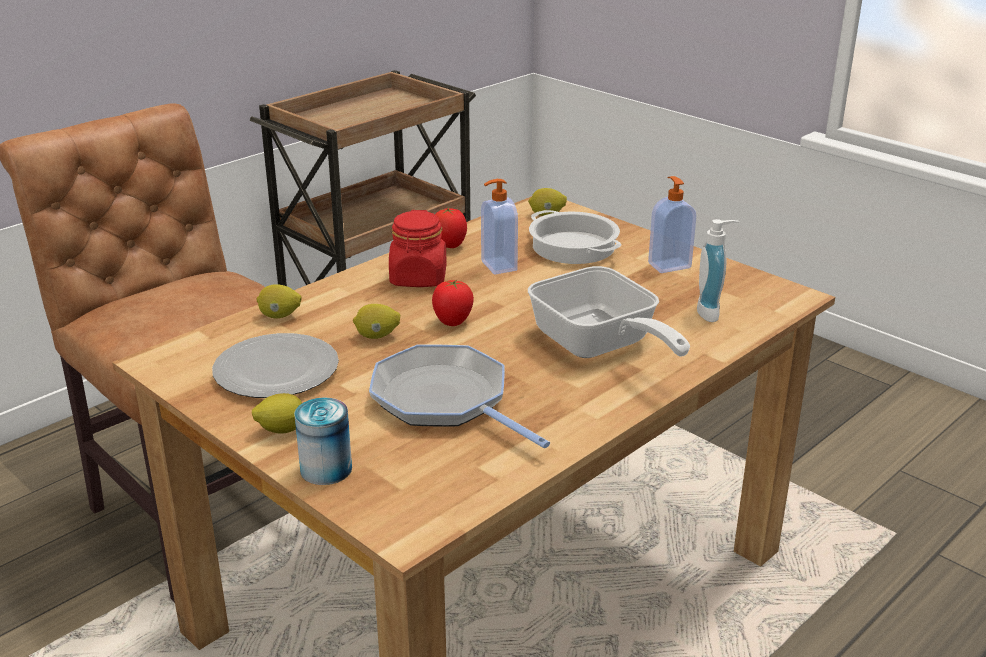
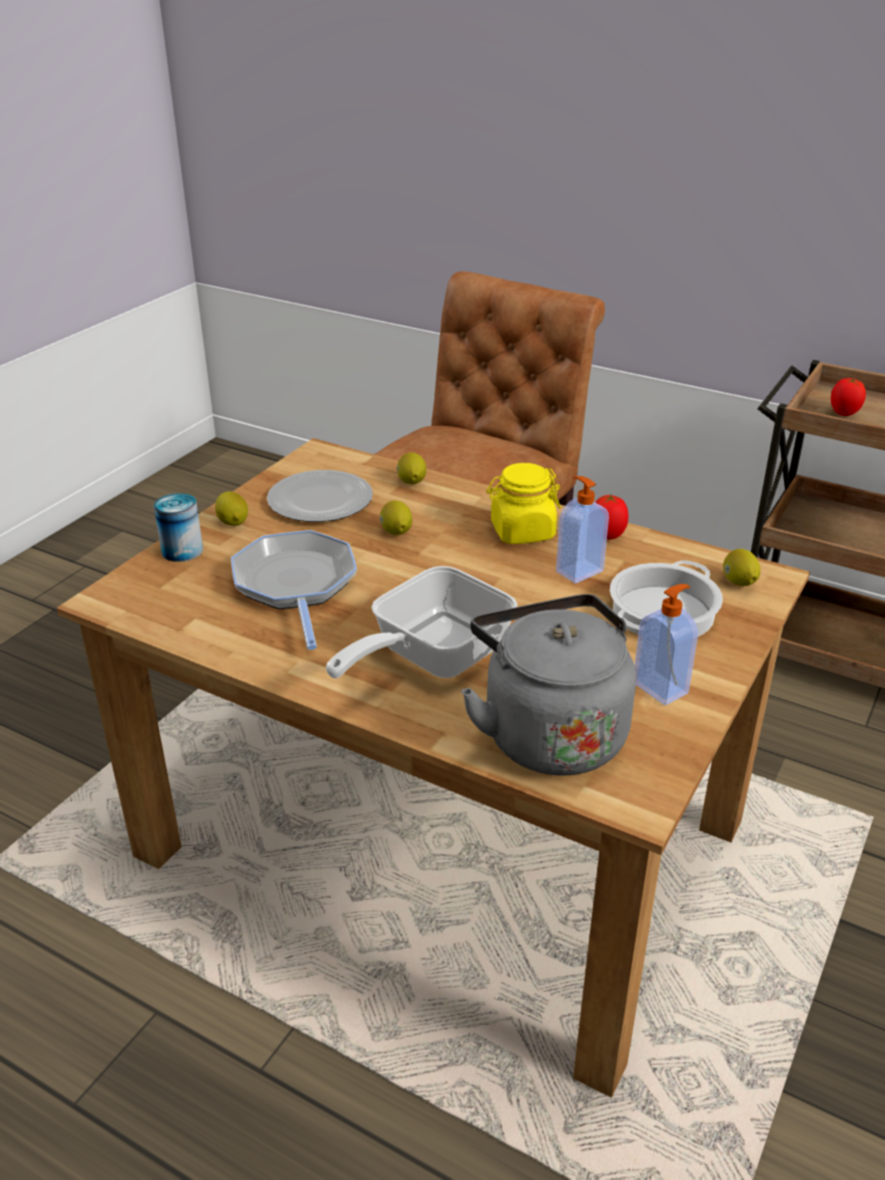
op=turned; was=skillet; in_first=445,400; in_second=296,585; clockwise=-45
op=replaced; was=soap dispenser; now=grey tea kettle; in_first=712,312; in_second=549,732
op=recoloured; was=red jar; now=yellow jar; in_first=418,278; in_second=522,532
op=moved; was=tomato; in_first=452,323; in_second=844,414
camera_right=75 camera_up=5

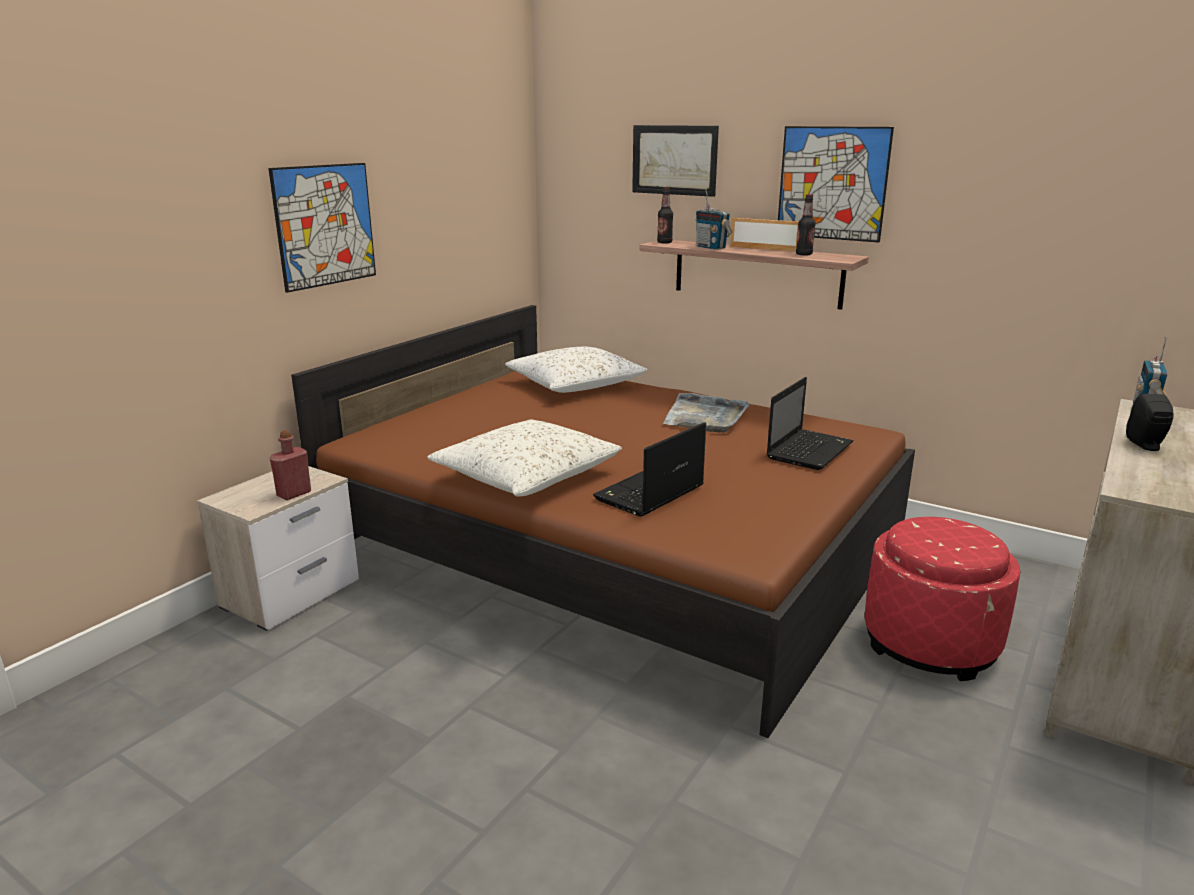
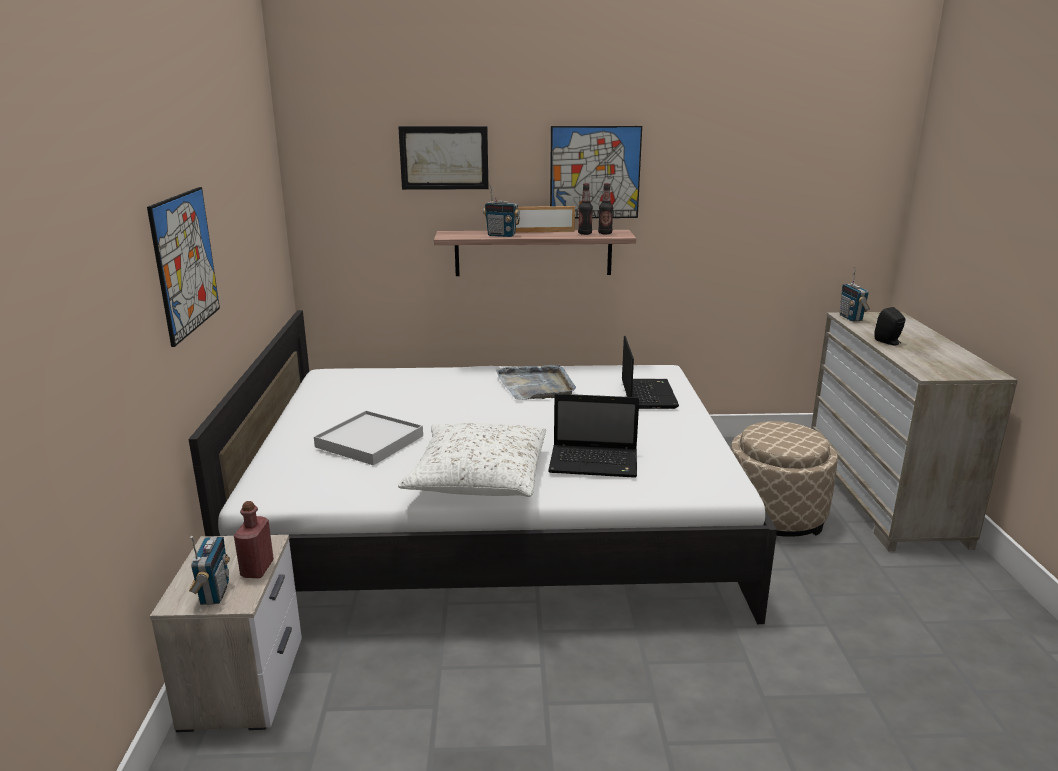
op=recoloured; was=brown-coloured sleeping bed; now=white sleeping bed; in_first=615,547; in_second=496,521
op=added; now=radio; in_second=214,593
op=added; now=white tray; in_second=369,441
op=turned; was=portable computer; in_first=648,494; in_second=595,463; clockwise=-90
op=moved; was=drink bottle; in_first=664,242; in_second=605,233
op=recoloured; was=red pouffe; now=beige-coloured pouffe; in_first=930,642; in_second=774,516
op=removed; was=white cushion; in_first=575,384
camera_right=-35 camera_up=0

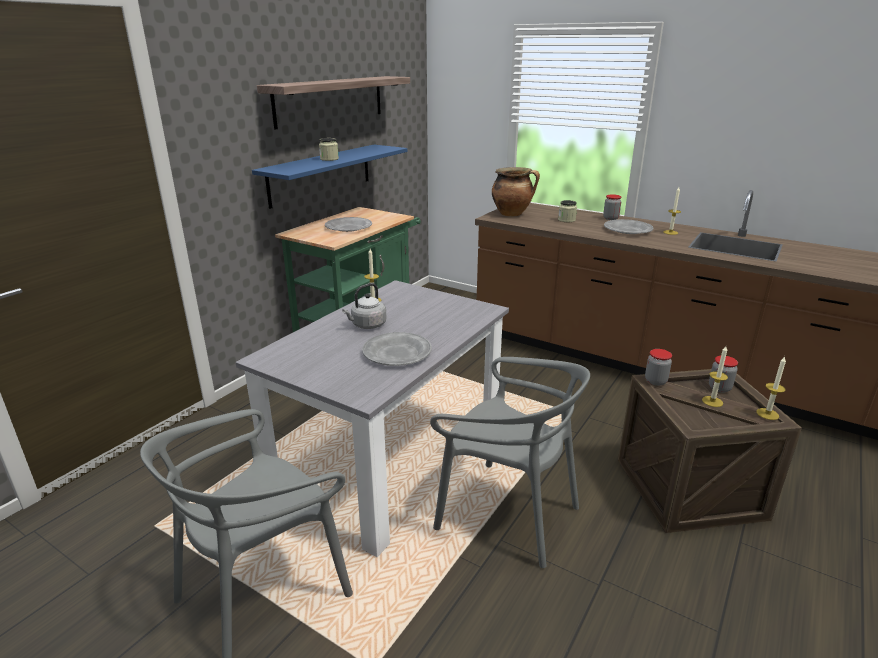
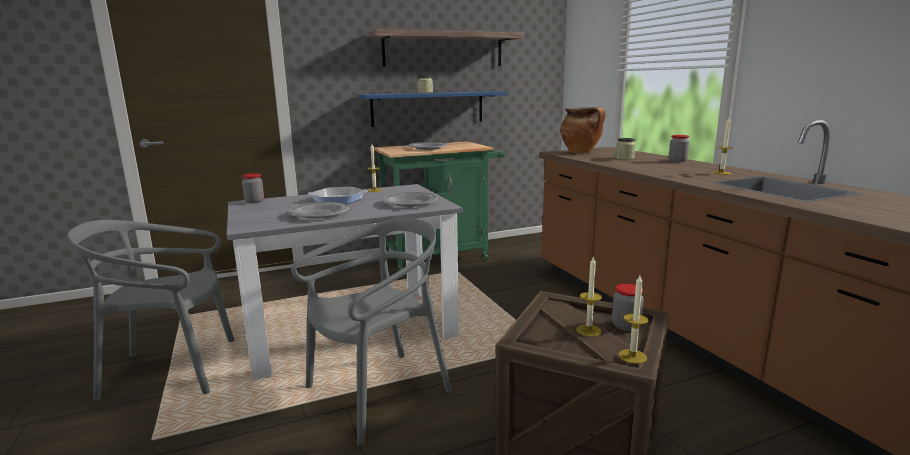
op=moved; was=jar; in_first=655,381; in_second=254,201
op=turned; was=grey upright chair; in_first=507,513; in_second=378,393; clockwise=-105
op=replaced; was=grey tea kettle; now=skillet; in_first=367,325; in_second=338,199
op=moved; was=grey dinner plate; in_first=627,230; in_second=409,203
camera_right=35 camera_up=-10

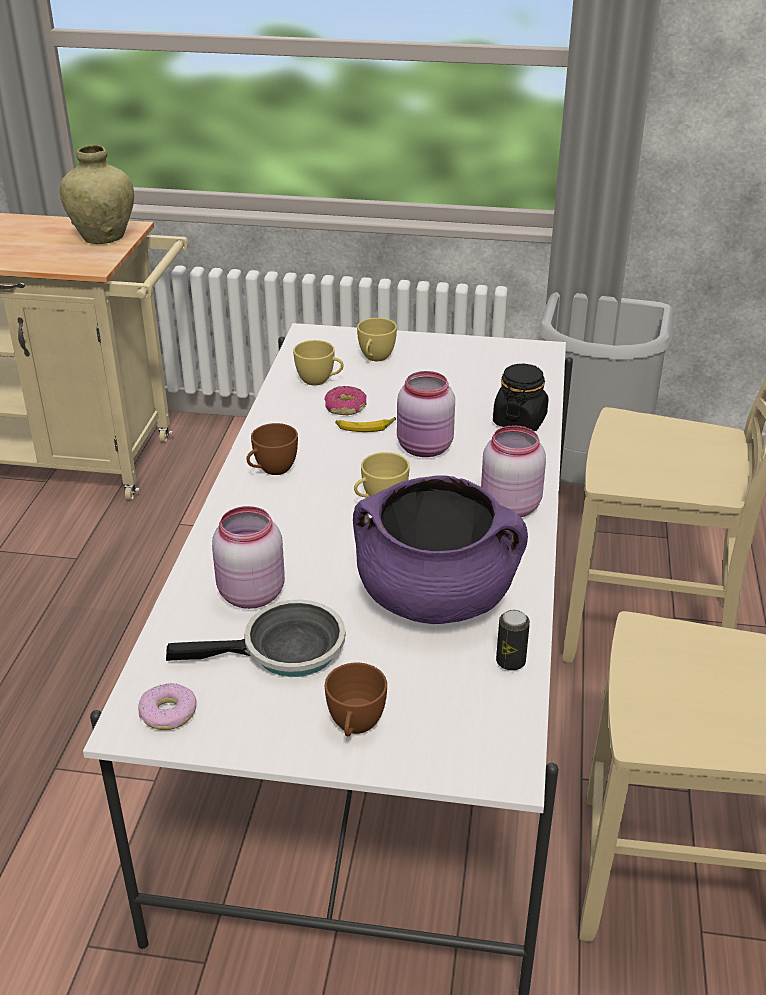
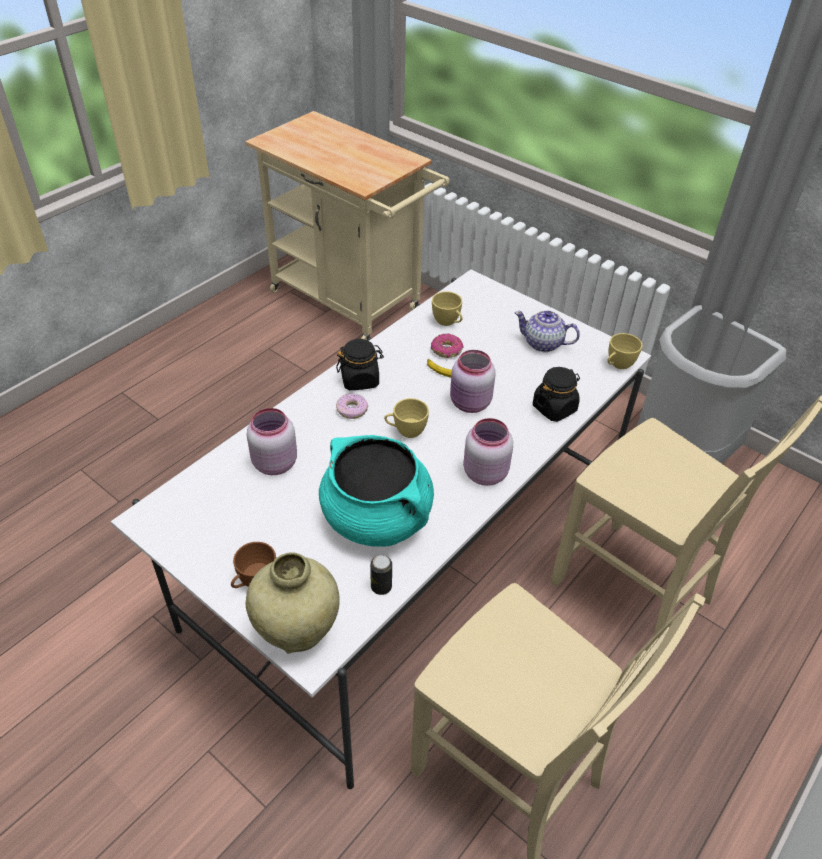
op=moved; was=beige-coloured flower vase; in_first=104,238; in_second=297,632
op=recoloured; was=purplish stockpot; now=turquoise-coloured stockpot; in_first=436,597; in_second=377,518
op=replaced; was=brown-coloured cup; now=black-coloured jar; in_first=271,470; in_second=360,379
op=moved; was=ring doughnut; in_first=168,713; in_second=352,410
op=added; now=pot for tea; in_second=543,344
op=moved; was=yellow cup; in_first=375,358; in_second=617,365
op=removed; was=skillet; in_first=285,651
camera_right=30 camera_up=10

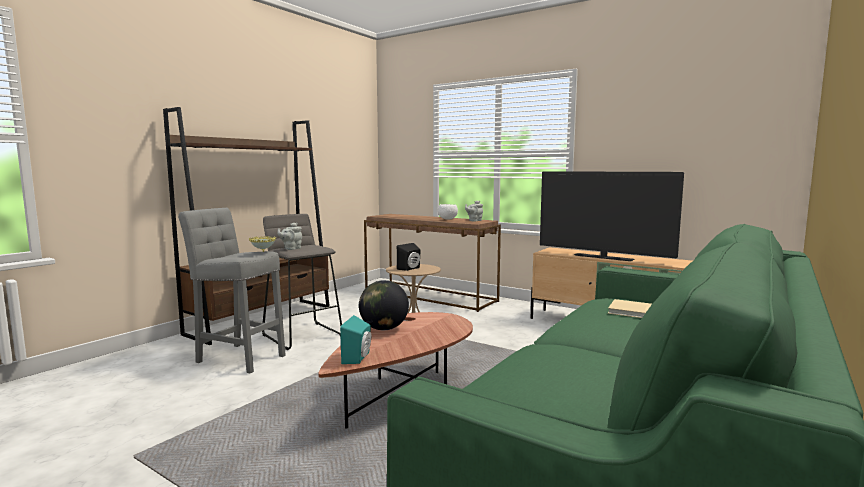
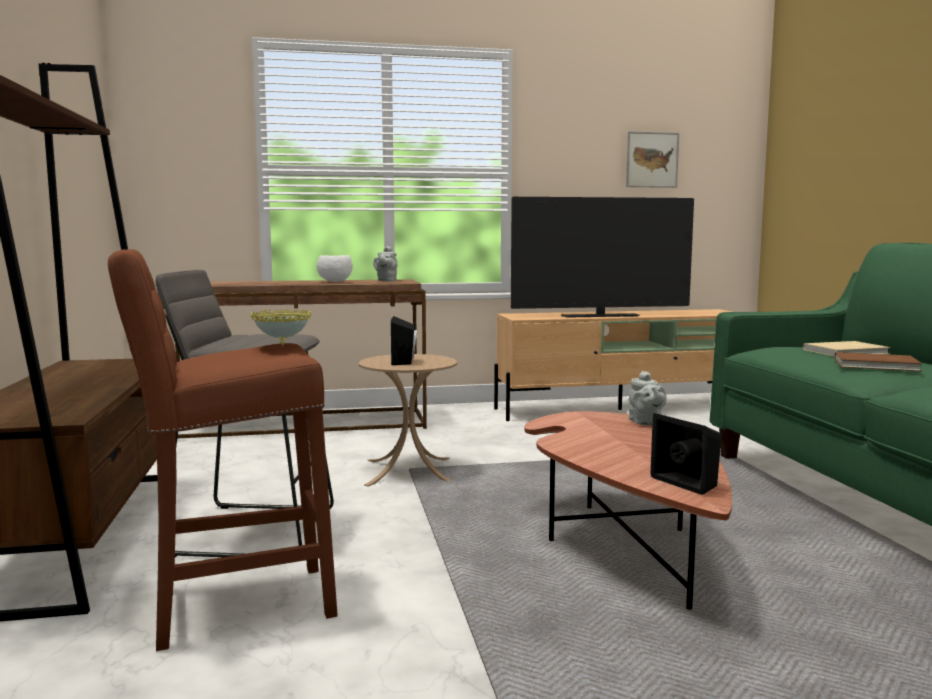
op=recoloured; was=grey sitting stool; now=brown-coloured sitting stool; in_first=238,358; in_second=232,606
op=added; now=picture; in_second=652,160
op=moved; was=grey pot for tea; in_first=291,248; in_second=645,423
op=recoloured; was=turquoise-coloured loudspeaker; now=black-coloured loudspeaker; in_first=358,358; in_second=689,482
op=added; now=brown-coloured volume; in_second=877,365
op=removed; was=world globe; in_first=384,329
camera_right=-45 camera_up=0

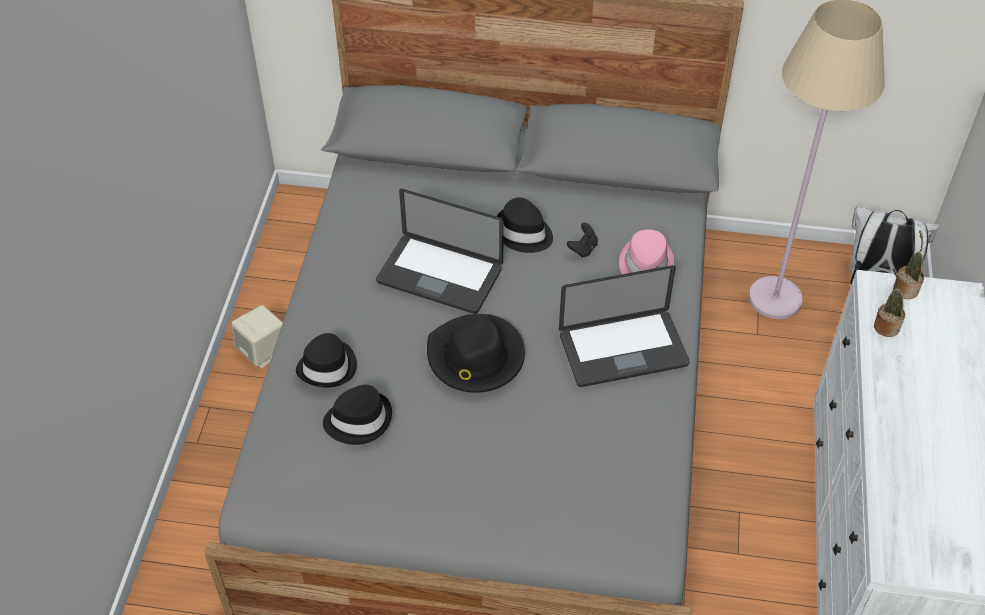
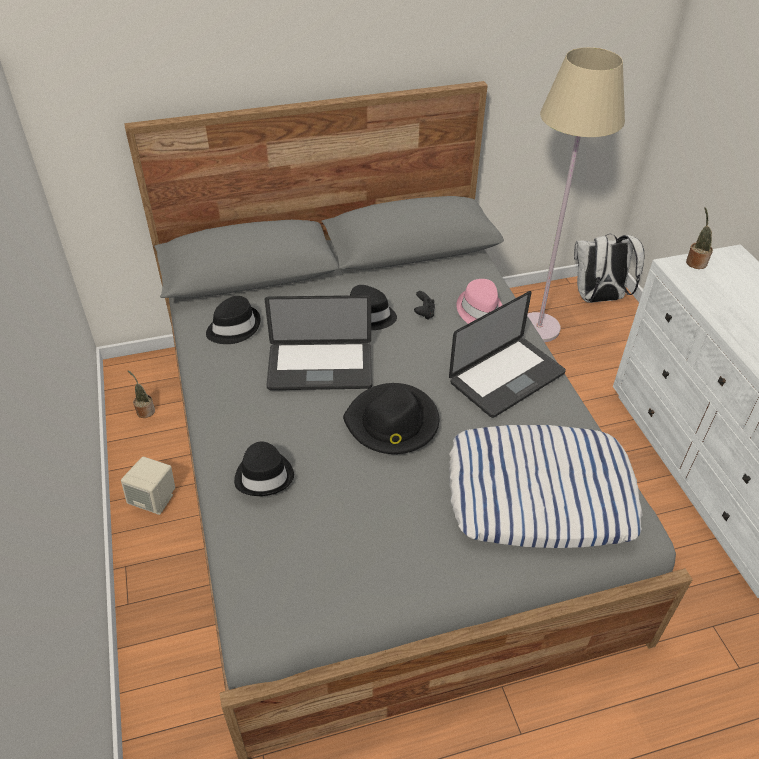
op=moved; was=plant in a pot; in_first=885,325; in_second=145,410
op=moved; was=black-coloured hat; in_first=358,419; in_second=233,327
op=added; now=cushion; in_second=540,494
camera_right=-25 camera_up=-5

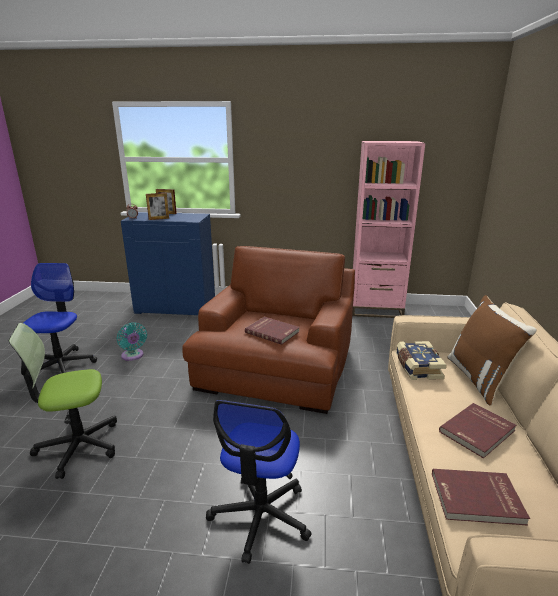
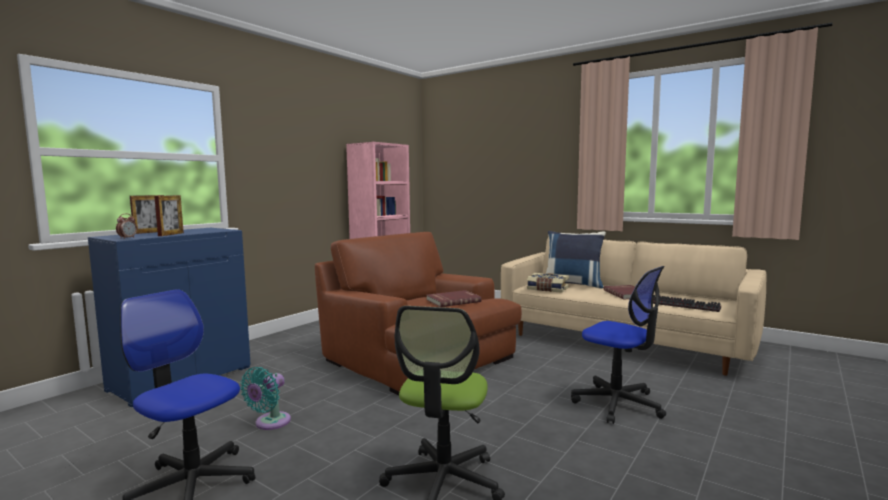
op=turned; was=turquoise-coloured cooling fan; in_first=133,356; in_second=270,423; clockwise=120
op=recoloured; was=brown-coloured cushion; now=bluish cushion; in_first=480,379; in_second=573,284
op=replaced; was=red volume; now=keyboard; in_first=477,499; in_second=685,305
camera_right=-60 camera_up=-15

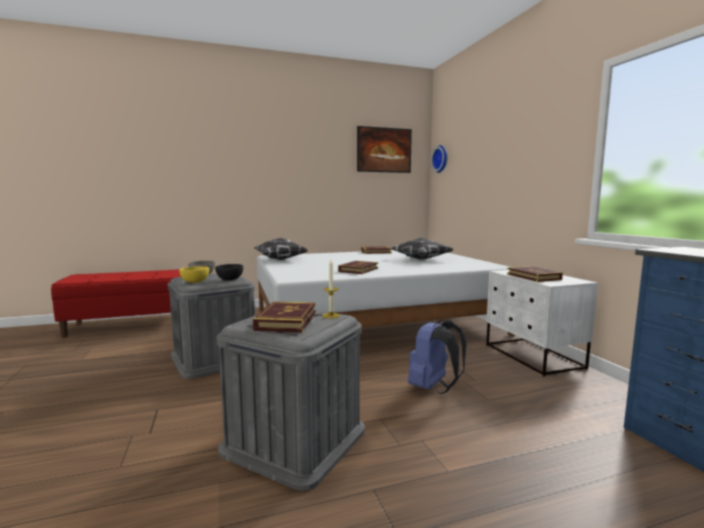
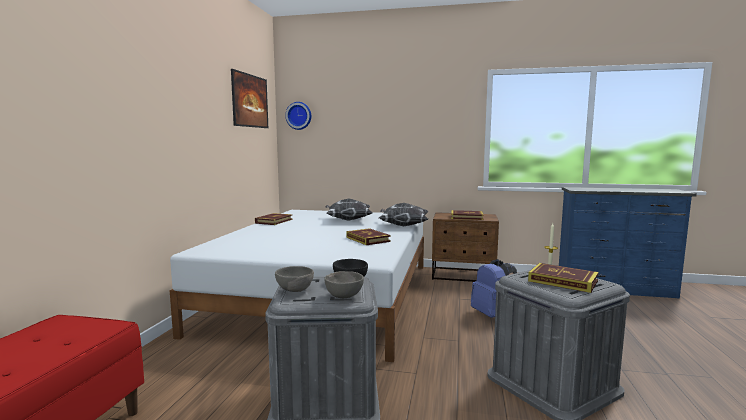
op=recoloured; was=yellow serving bowl; now=grey serving bowl; in_first=195,282; in_second=344,296
op=moved; was=cushion; in_first=281,260; in_second=403,226
op=recoloured; was=white night table; now=brown-coloured night table; in_first=532,356; in_second=463,276
camera_right=-60 camera_up=0

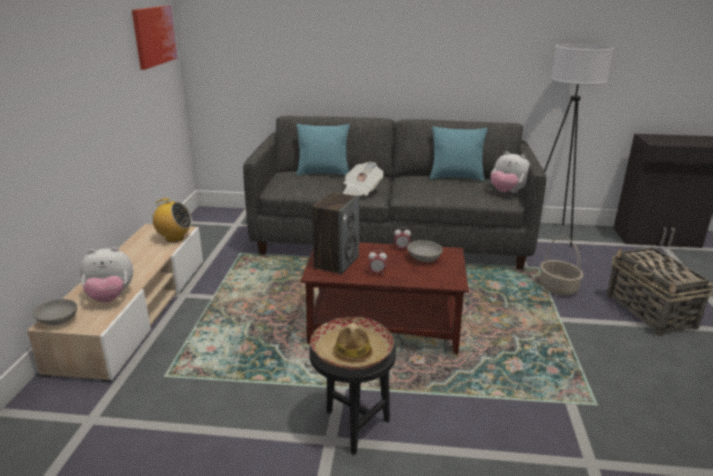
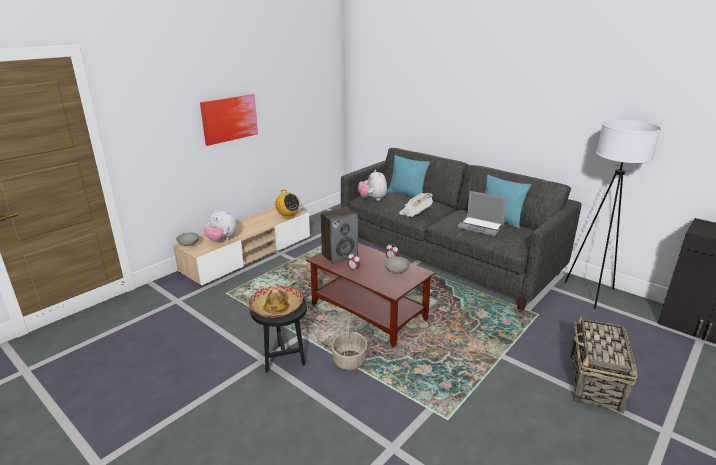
op=moved; was=picture; in_first=154,36; in_second=229,119
op=moved; was=household basket; in_first=557,288; in_second=349,360
op=moved; was=soft toy; in_first=507,192; in_second=373,199
op=added; now=portable computer; in_second=481,227
camera_right=35 camera_up=0

